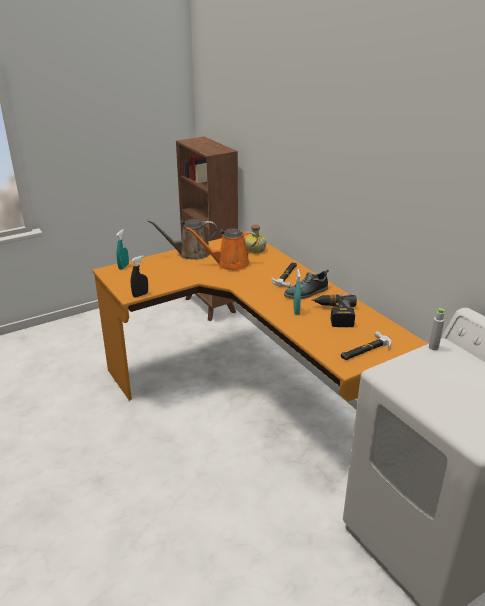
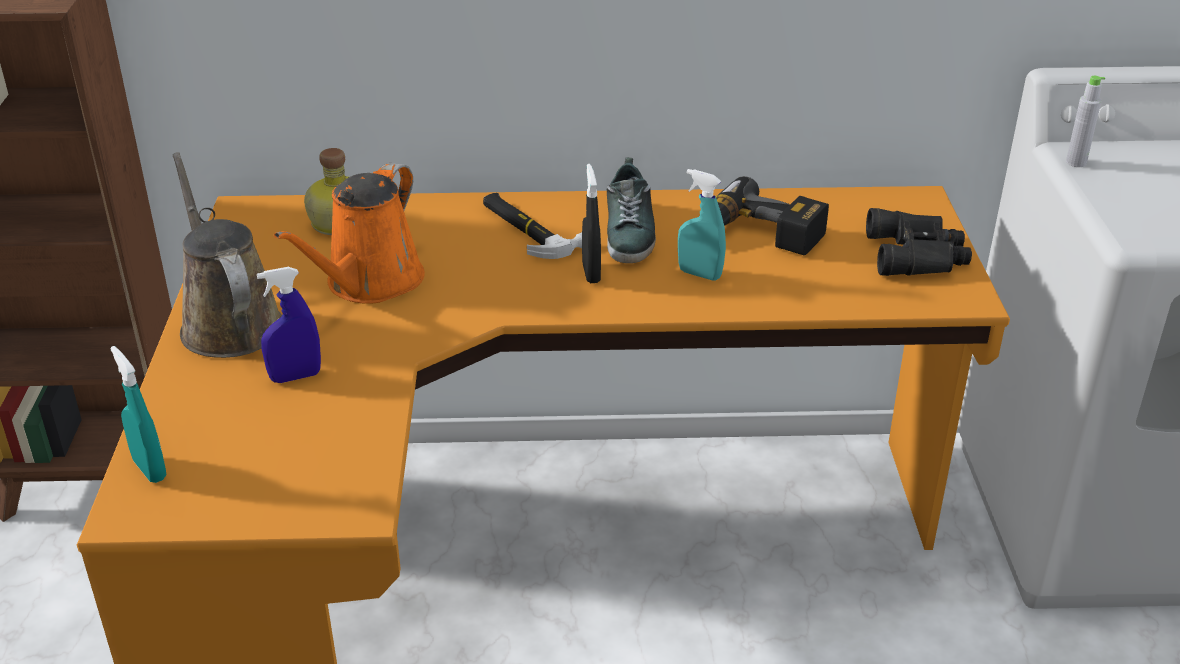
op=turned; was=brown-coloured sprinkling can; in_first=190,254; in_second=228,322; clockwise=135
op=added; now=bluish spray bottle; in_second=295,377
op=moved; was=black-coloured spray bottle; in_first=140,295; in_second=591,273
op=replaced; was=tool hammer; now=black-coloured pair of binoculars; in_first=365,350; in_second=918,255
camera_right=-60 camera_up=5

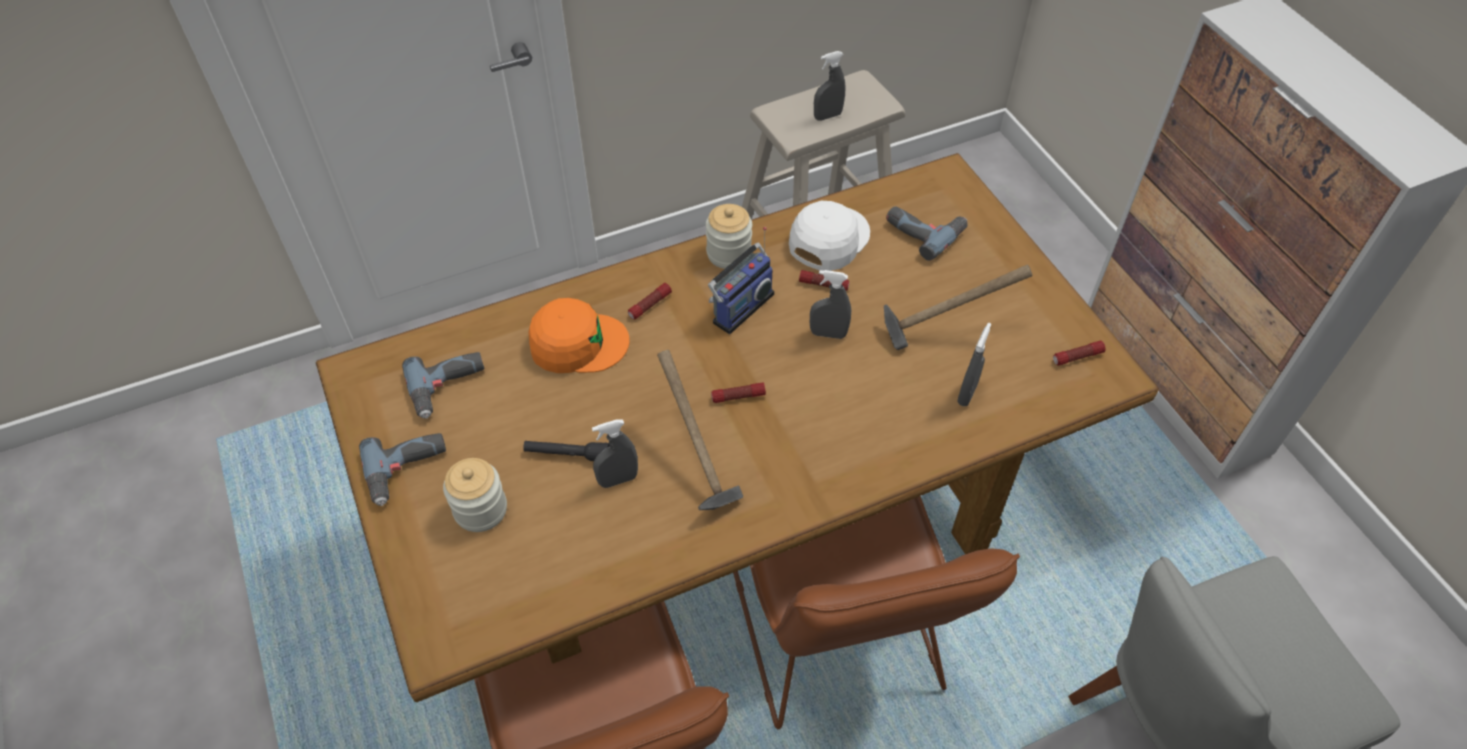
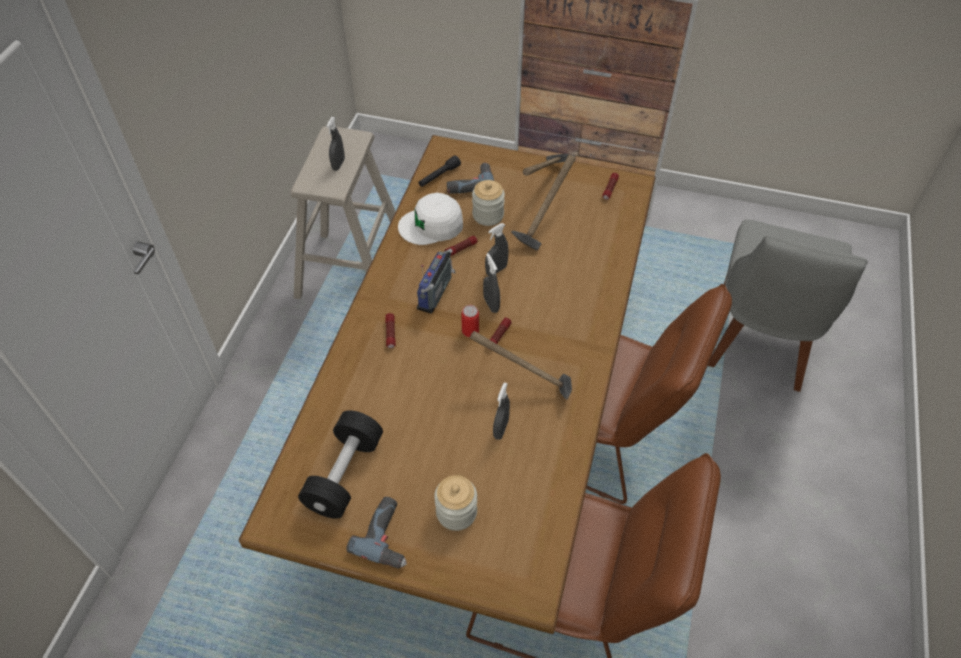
op=replaced; was=electric drill; now=black-coloured dumbbell; in_first=449,387; in_second=344,474
op=turned; was=white cap; in_first=828,239; in_second=432,225; clockwise=-90
op=turned; was=radio; in_first=740,306; in_second=437,294; clockwise=-150
op=moved; was=black-coloured flashlight; in_first=567,455; in_second=439,176
op=added; now=metal can; in_second=470,331
op=moved; was=jar; in_first=729,253; in_second=488,215
op=moved; was=grey spray bottle; in_first=967,394; in_second=491,304
op=added; now=tool hammer; in_second=545,185
op=removed; was=orange-coloured cap; in_first=577,343
camera_right=-50 camera_up=0

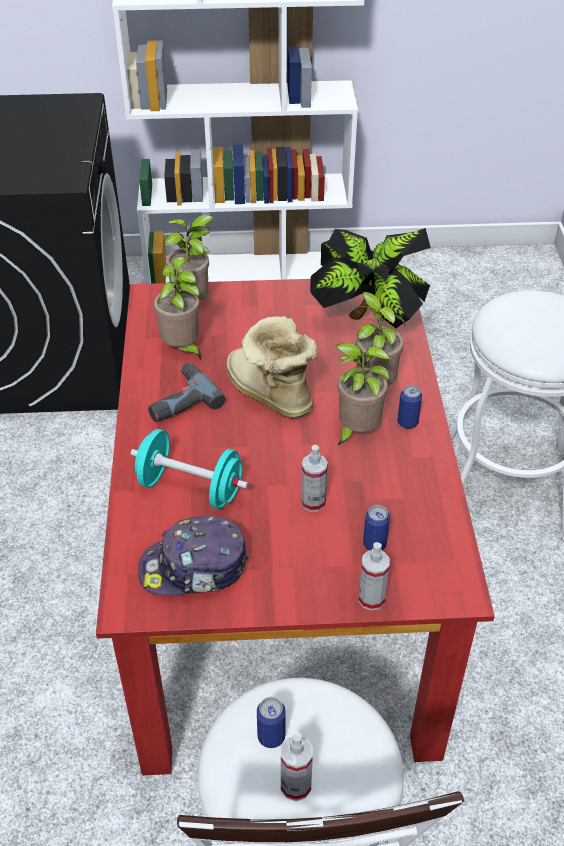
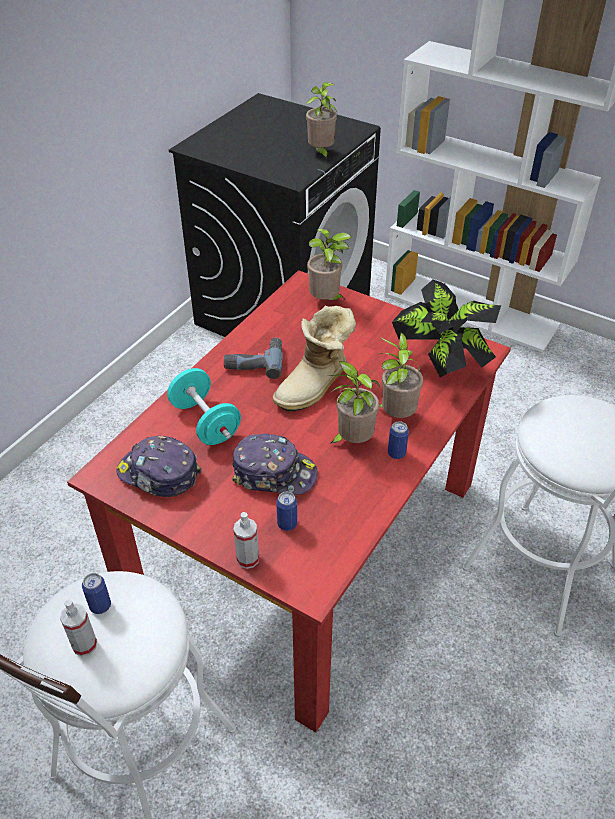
op=replaced; was=spray bottle; now=cap; in_first=313,502; in_second=274,473
op=turned; was=boot; in_first=268,395; in_second=316,386; clockwise=-135
op=moved; was=plant in a pot; in_first=182,349; in_second=321,153
camera_right=35 camera_up=0

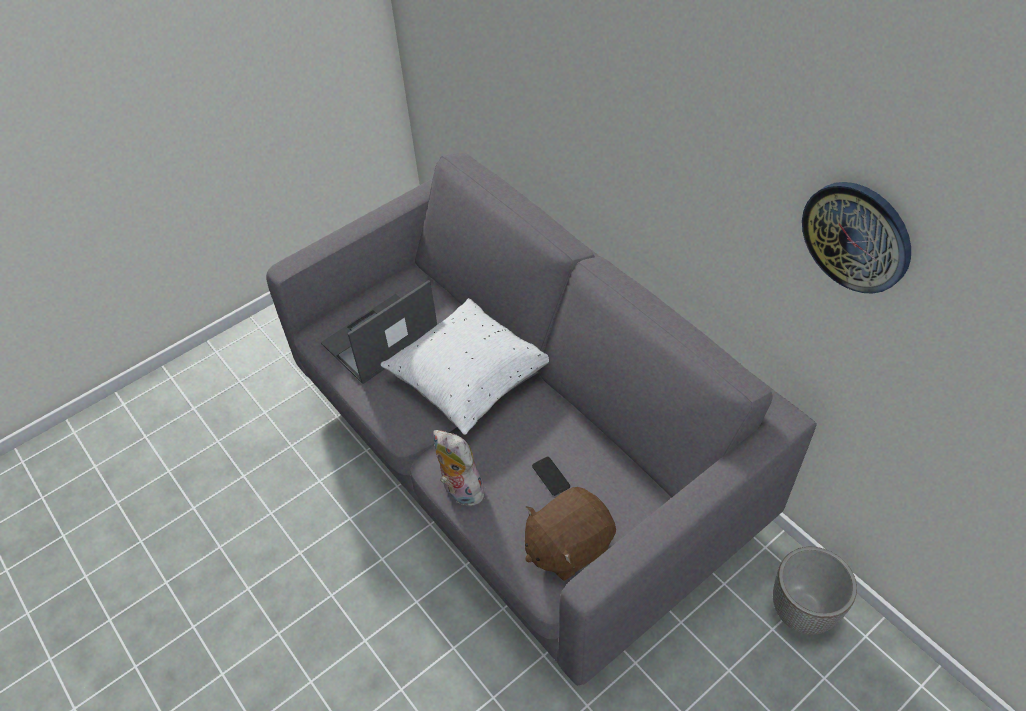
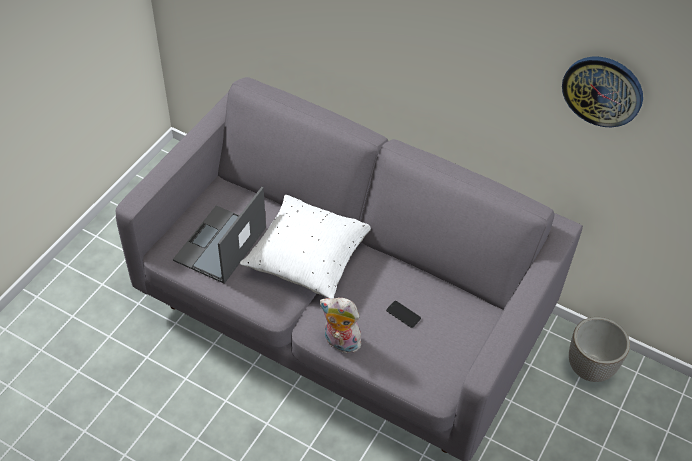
op=removed; was=brown-coloured soft toy; in_first=567,546
camera_right=-25 camera_up=0

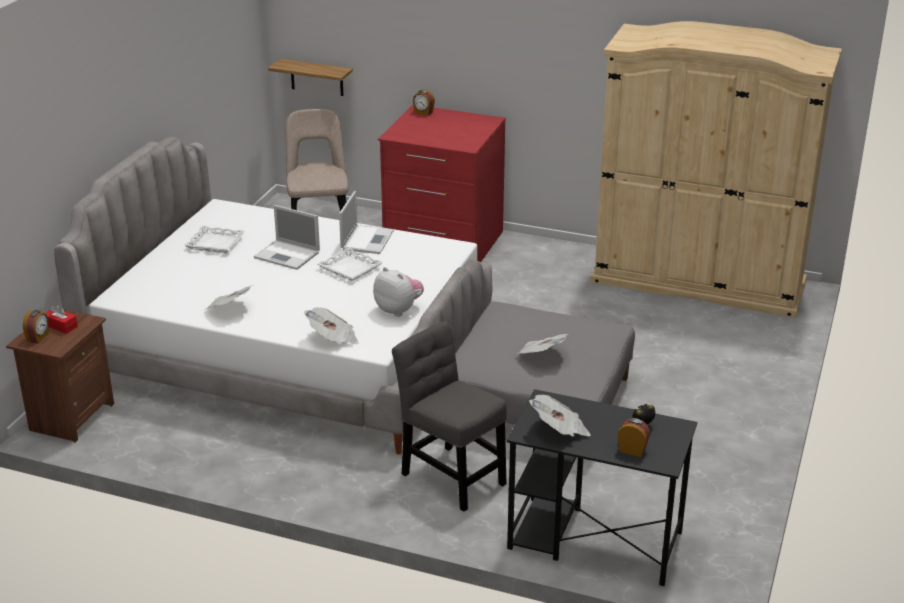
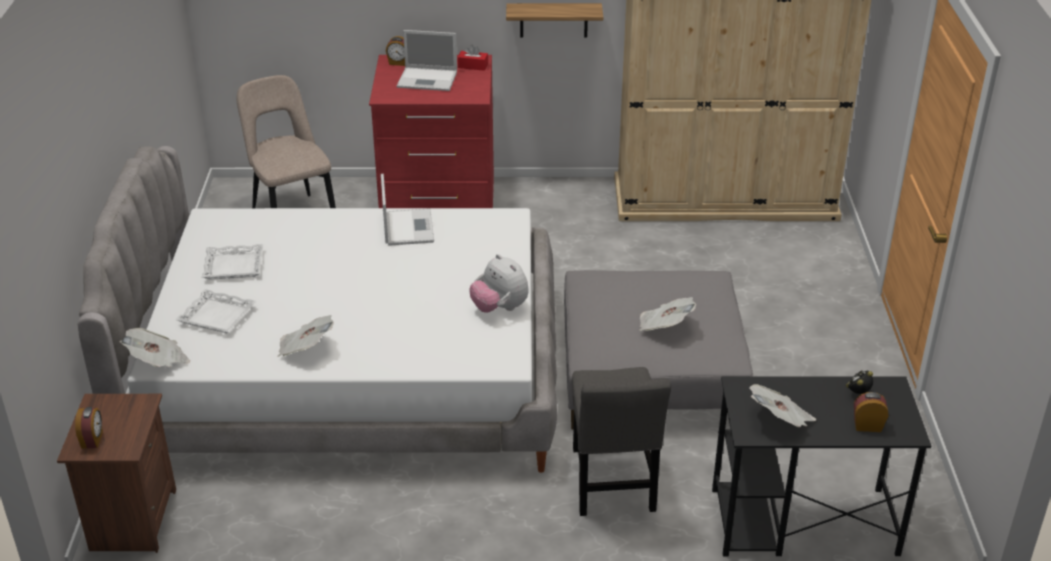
op=moved; was=newspaper; in_first=333,338; in_second=158,361
op=moved; was=white tray; in_first=349,268; in_second=217,316
op=moved; was=portable computer; in_first=288,255; in_second=428,79
op=moved; was=red box of tissues; in_first=61,326; in_second=473,66
op=turned; was=soft toy; in_first=398,310; in_second=499,308; clockwise=-150
op=moved; was=bracket shelf; in_first=317,77; in_second=553,20
op=turned; was=grey upright chair; in_first=450,475; in_second=612,484; clockwise=-120
camera_right=-20 camera_up=5

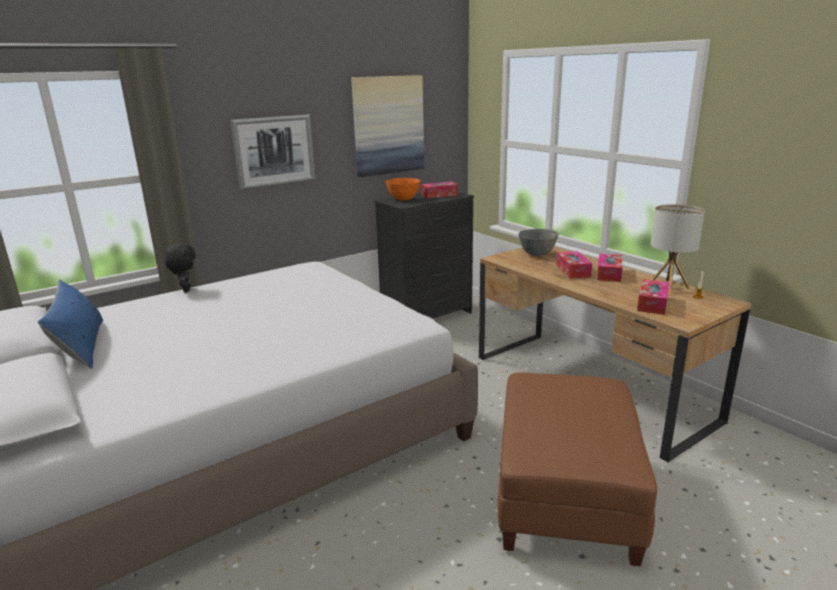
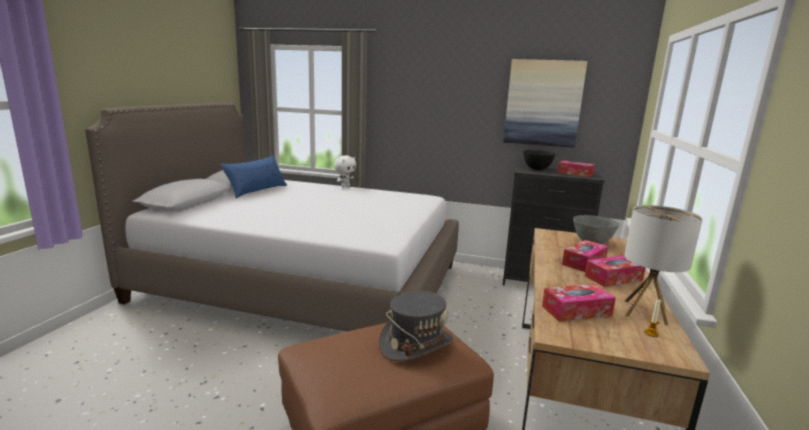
op=recoloured; was=black-coloured soft toy; now=white soft toy; in_first=186,290; in_second=345,186
op=added; now=grey hat; in_second=416,344
op=recoloured; was=orange-coloured serving bowl; now=black-coloured serving bowl; in_first=404,199; in_second=537,169
op=removed; was=picture; in_first=274,151
camera_right=50 camera_up=-5

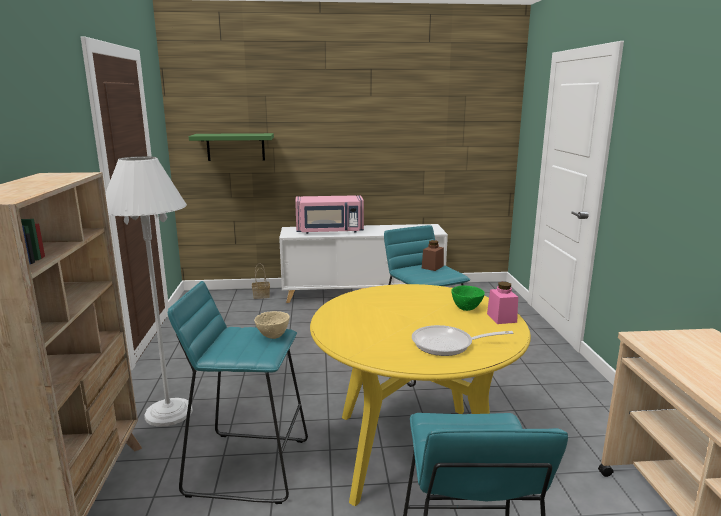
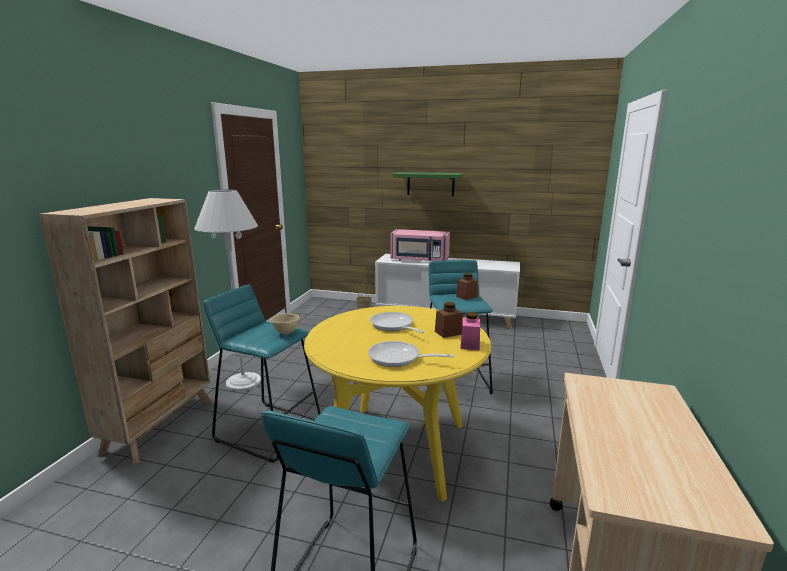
op=added; now=skillet; in_second=393,326
op=moved; was=green bracket shelf; in_first=235,147; in_second=430,184
op=replaced; was=green serving bowl; now=brown-coloured jar; in_first=466,308; in_second=448,332
camera_right=20 camera_up=0

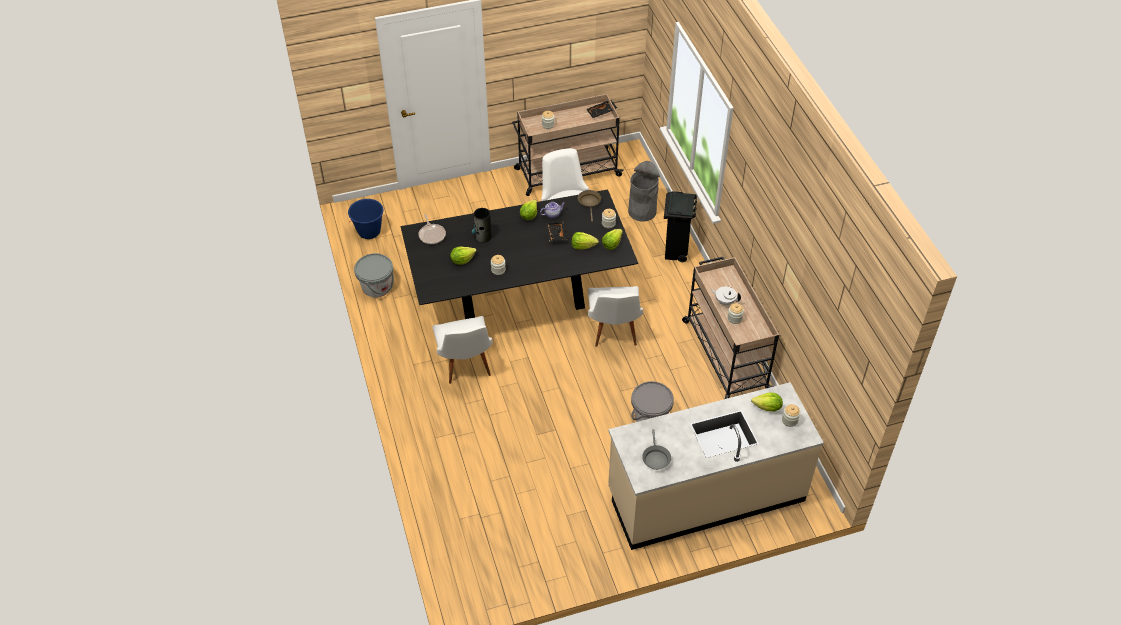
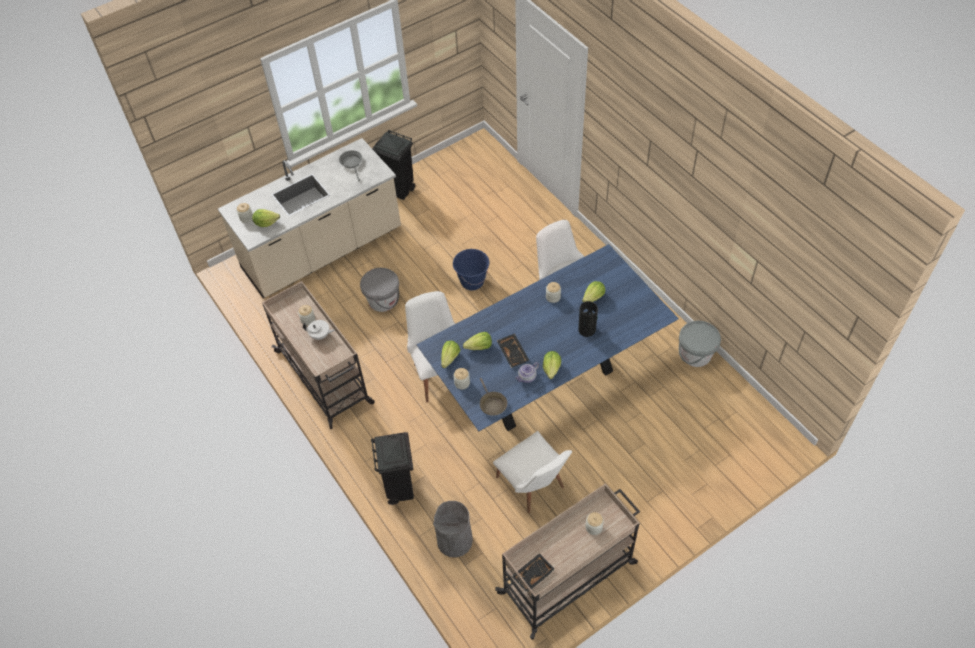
op=added; now=black-coloured waste bin; in_second=400,190
op=recoloured; was=black-coloured dinner table; now=bluish dinner table; in_first=519,300; in_second=546,380
op=moved; was=bluish pail; in_first=369,232; in_second=472,281
op=removed; was=skillet; in_first=432,235
camera_right=165 camera_up=5

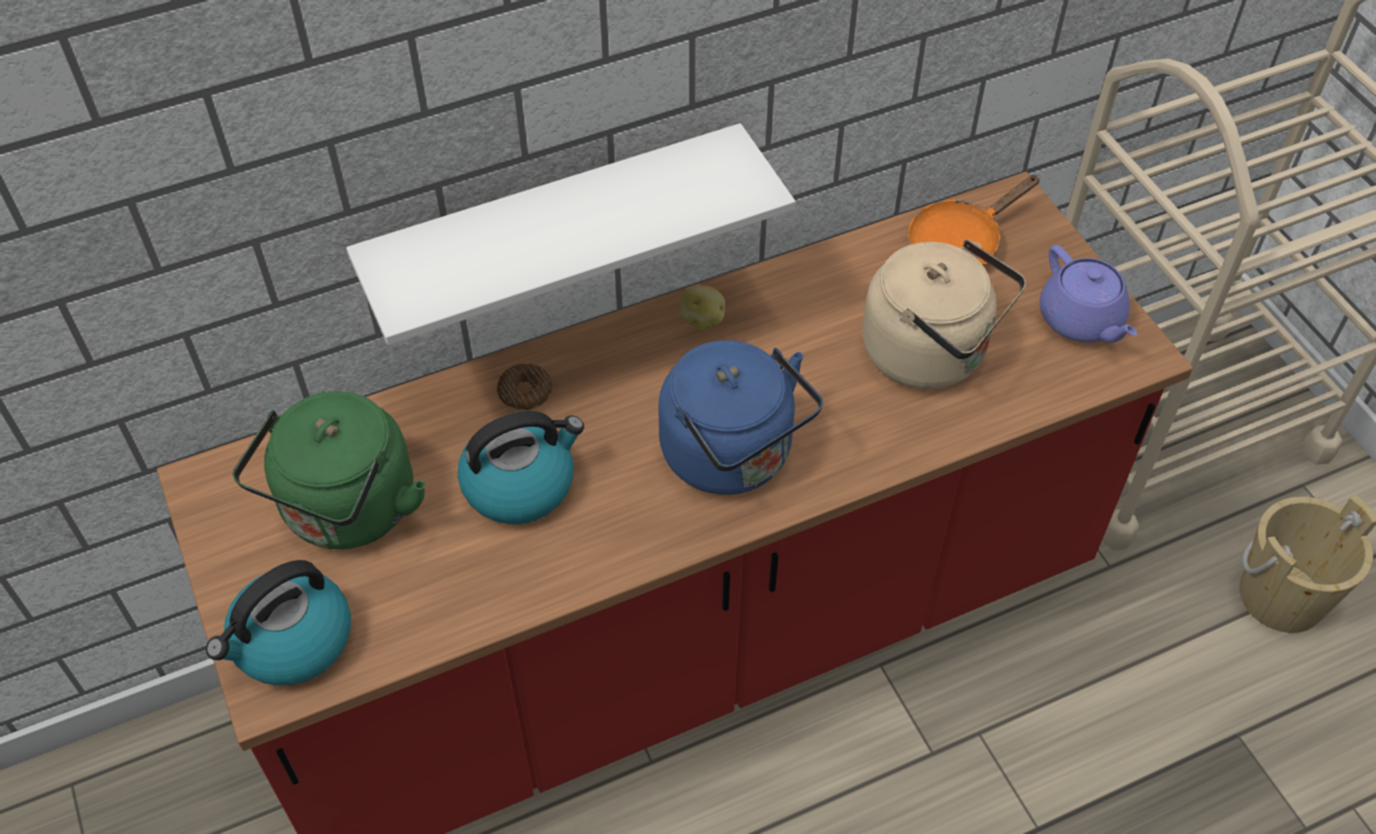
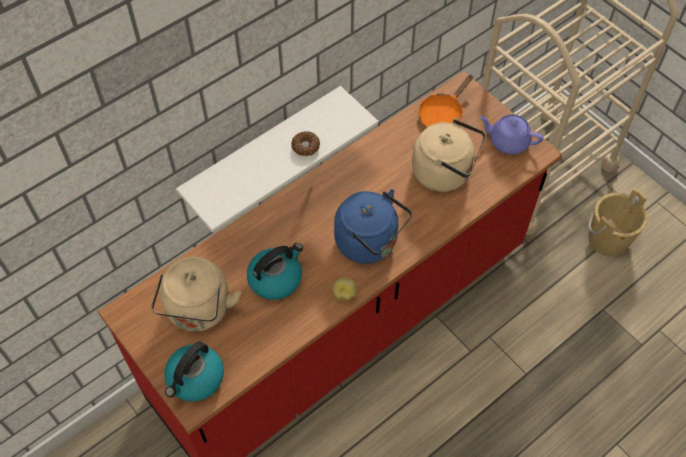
op=recoloured; was=green tea kettle; now=beige-coloured tea kettle; in_first=346,512; in_second=198,311
op=moved; was=ring doughnut; in_first=525,393; in_second=305,146
op=moved; was=spud; in_first=702,319; in_second=344,293
op=turned; was=purplish pot for tea; in_first=1081,320; in_second=508,141; clockwise=150
camera_right=-15 camera_up=5

